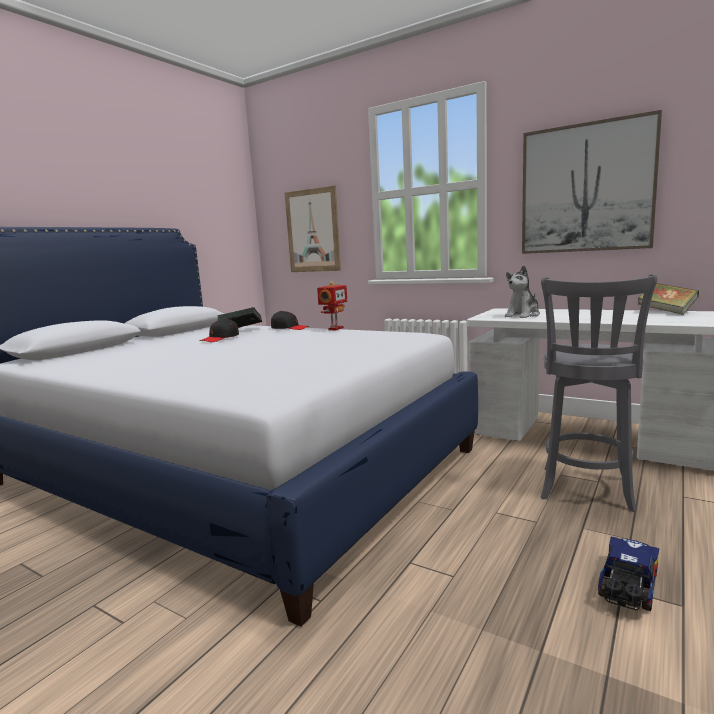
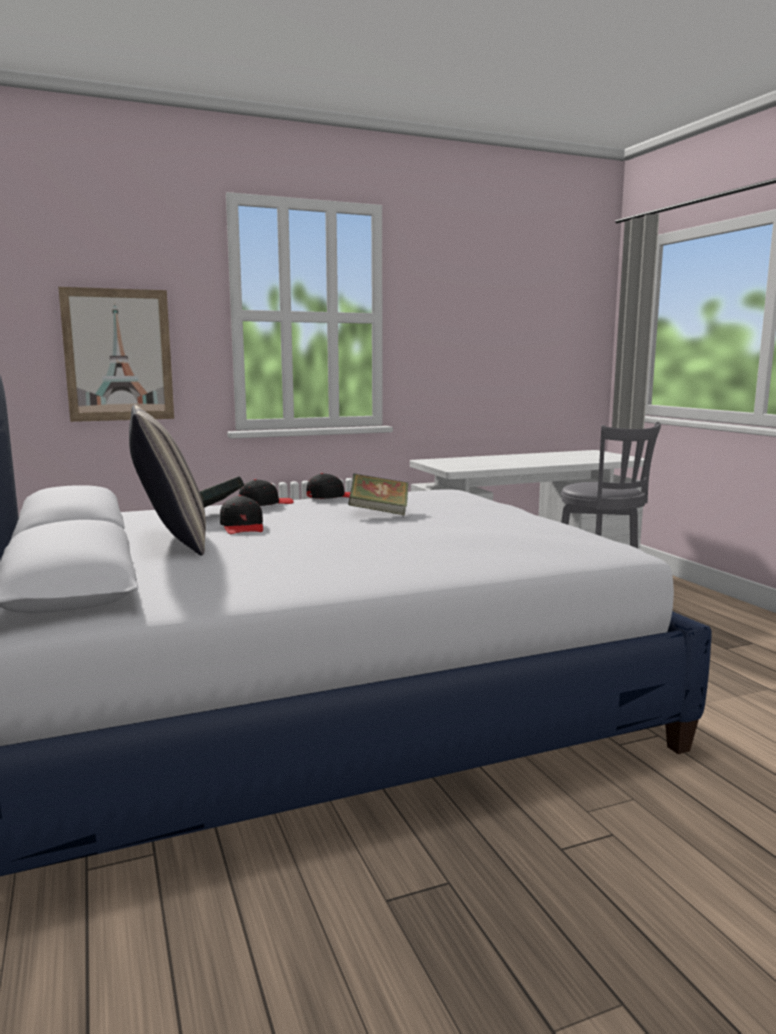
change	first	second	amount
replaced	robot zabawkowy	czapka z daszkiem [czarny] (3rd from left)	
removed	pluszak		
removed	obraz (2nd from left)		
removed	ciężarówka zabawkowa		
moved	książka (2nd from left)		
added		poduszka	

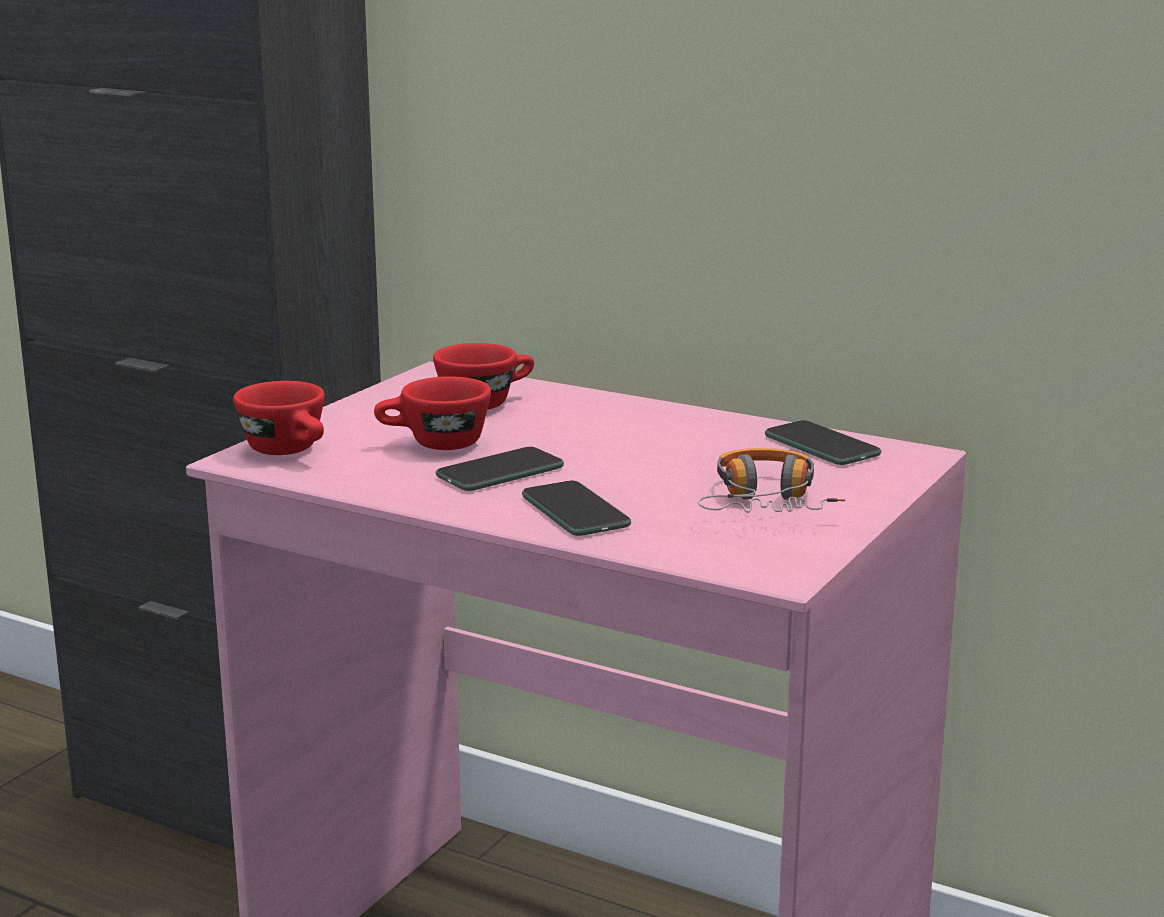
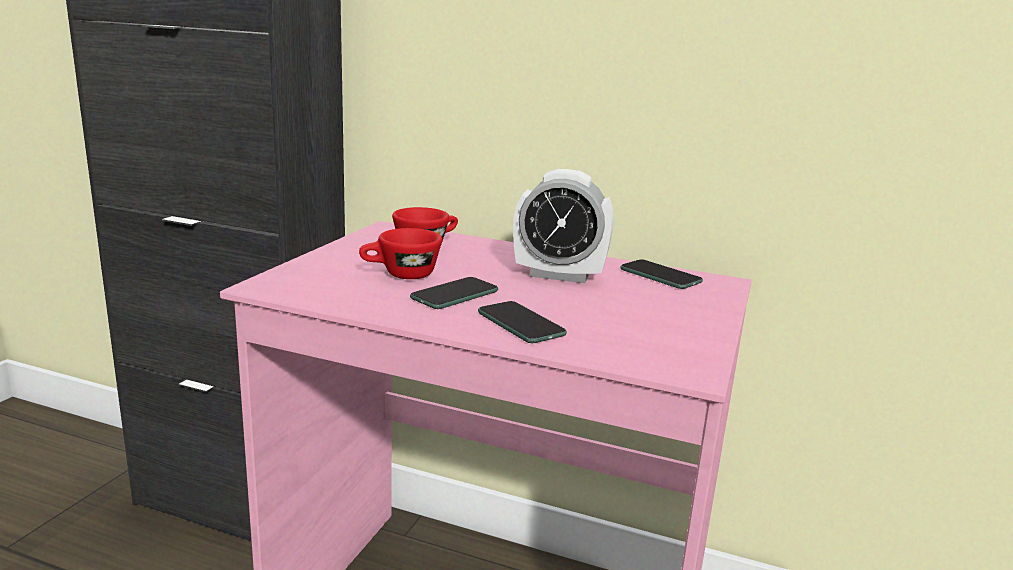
change	first	second	amount
removed	filiżanka [czerwony] (1st from left)		
removed	słuchawki		
added		budzik	

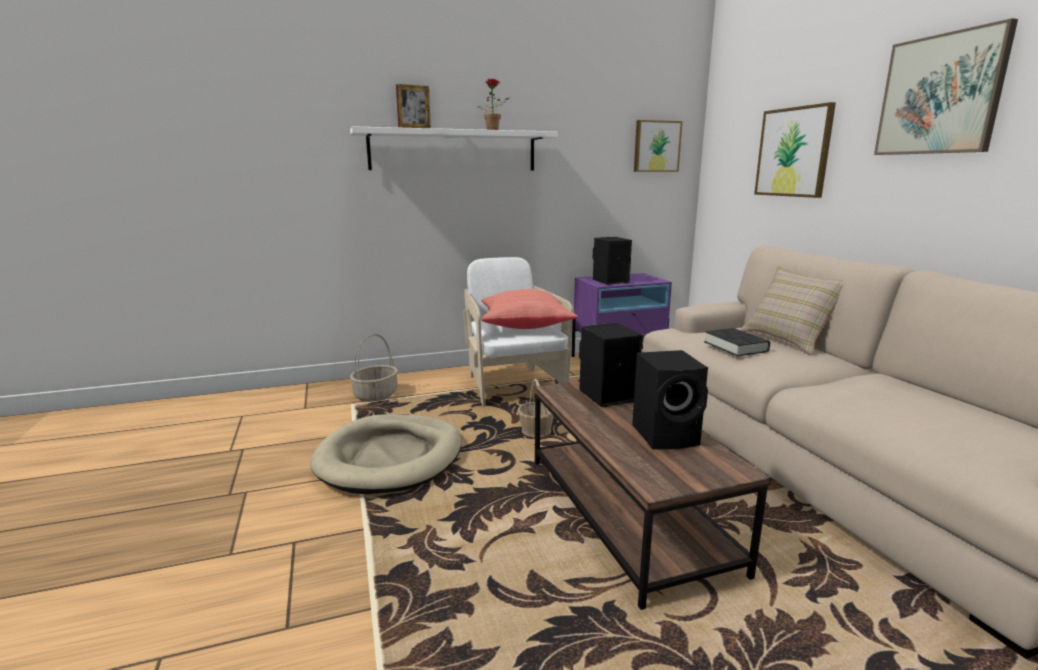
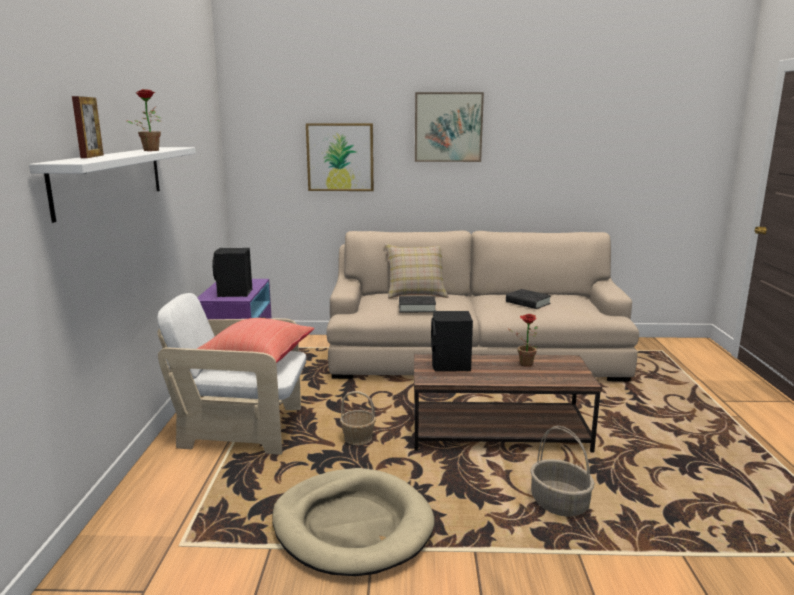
change	first	second	amount
moved	koszyk (1st from left in the first image)	koszyk (2nd from left)	
replaced	głośnik [czarny] (3rd from left)	roślina doniczkowa (2nd from left)	
removed	obraz (1st from left)		
added		książka [czarny] (2nd from left)	

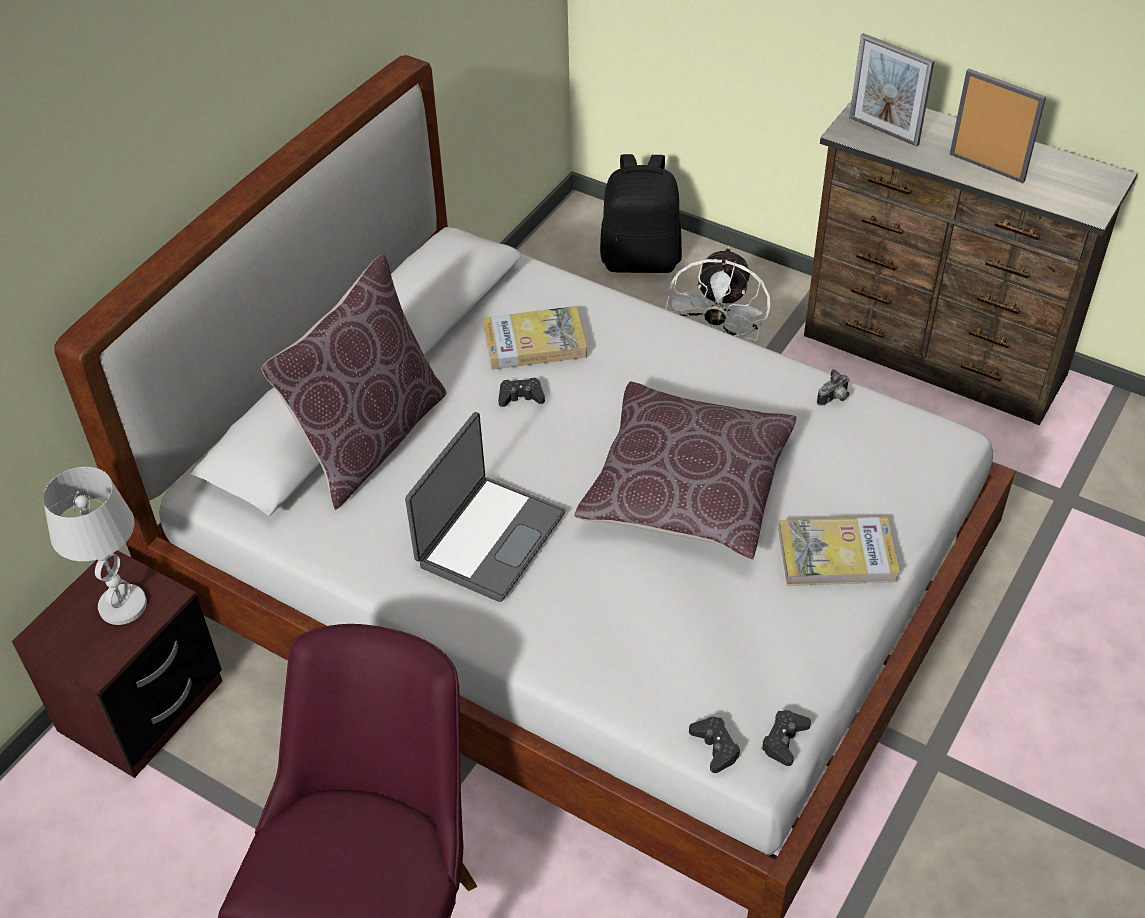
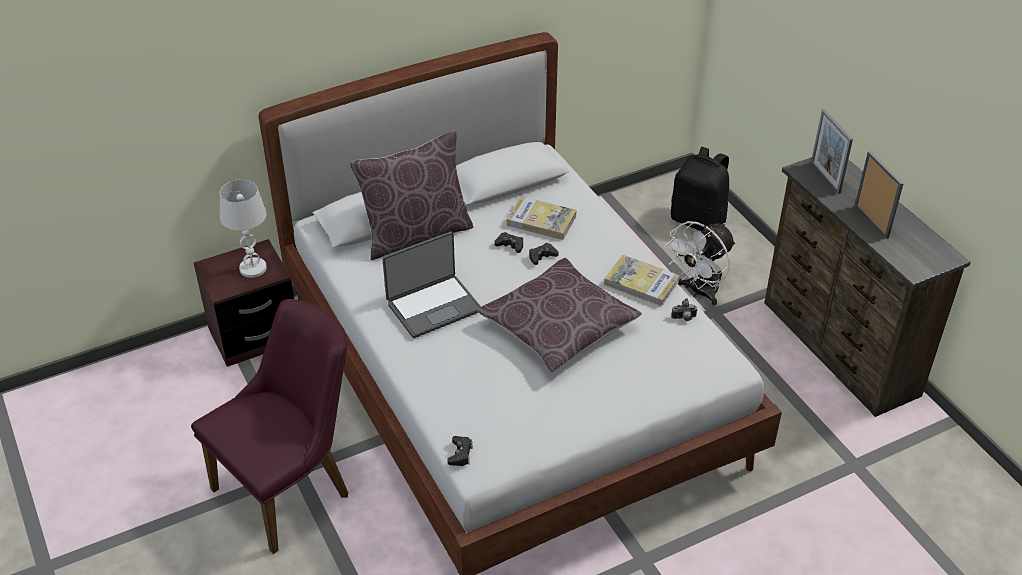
change	first	second	amount
moved	pad do gier [czarny] (3rd from left)		
moved	książka (2nd from left)		

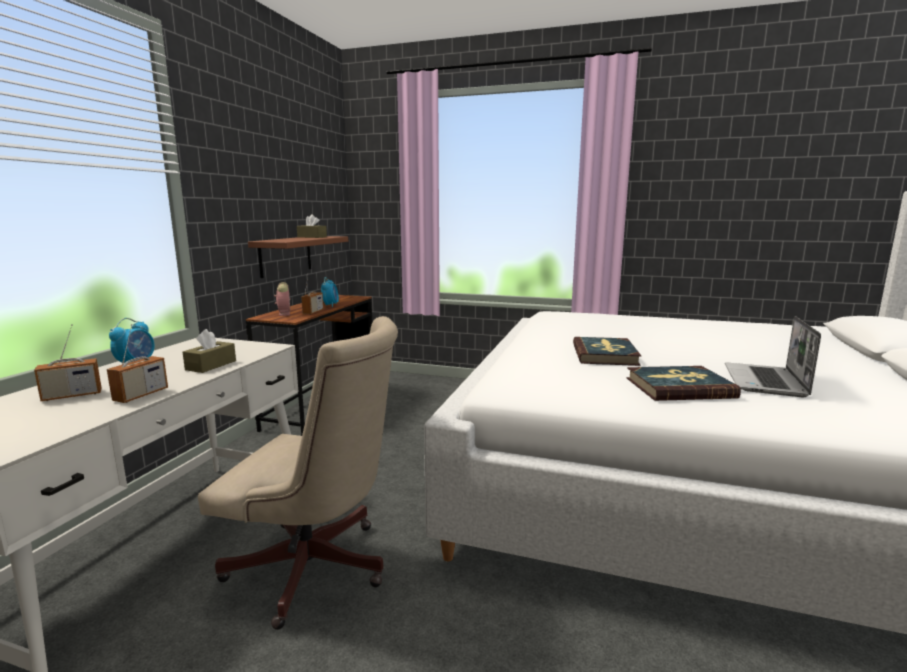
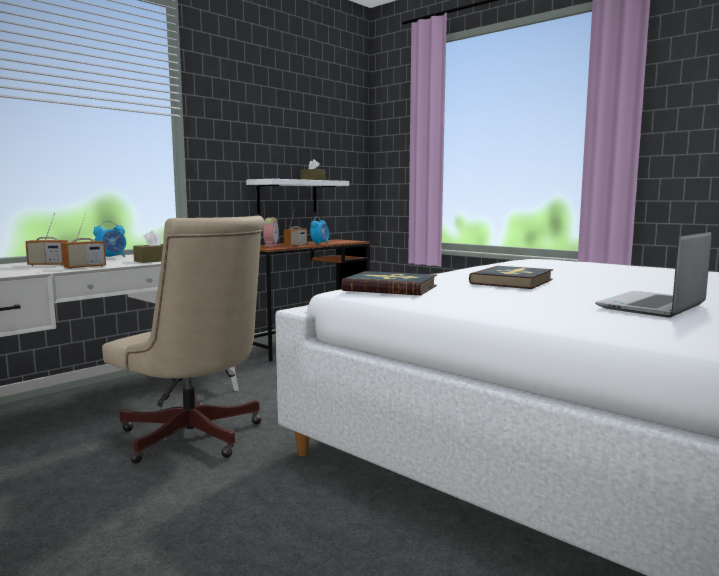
change	first	second	amount
recoloured	półka [brązowy]	półka [biały]	
moved	książka (2nd from left in the first image)	książka (1st from left)	

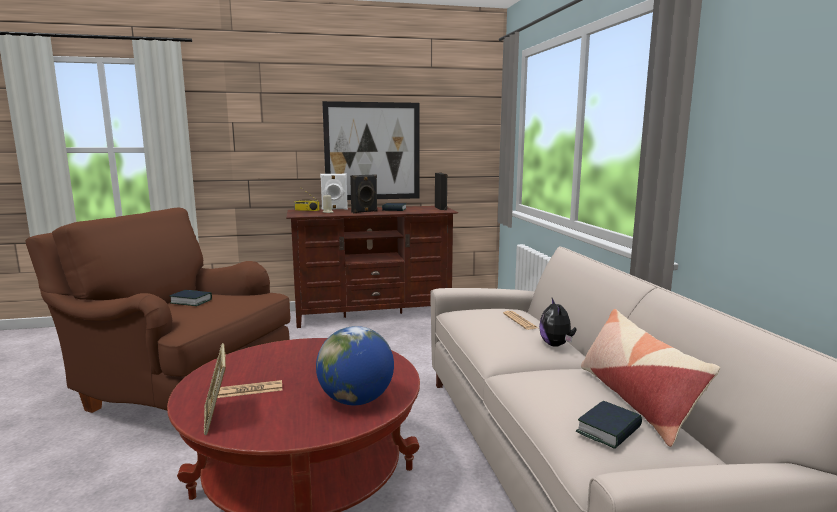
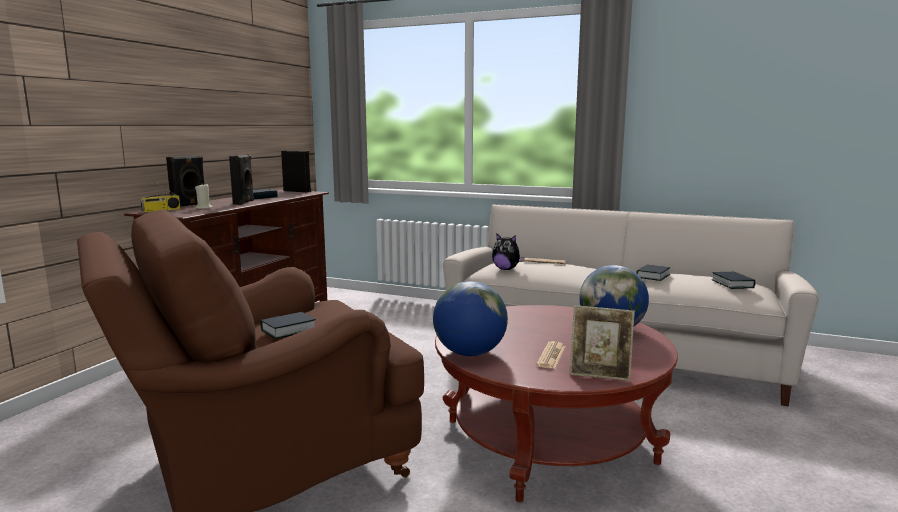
change	first	second	amount
recoloured	głośnik [biały]	głośnik [czarny] (1st from left)	
removed	obraz		
moved	pluszak		
removed	poduszka		
added		globus (1st from left)	
added		książka (3rd from left)	

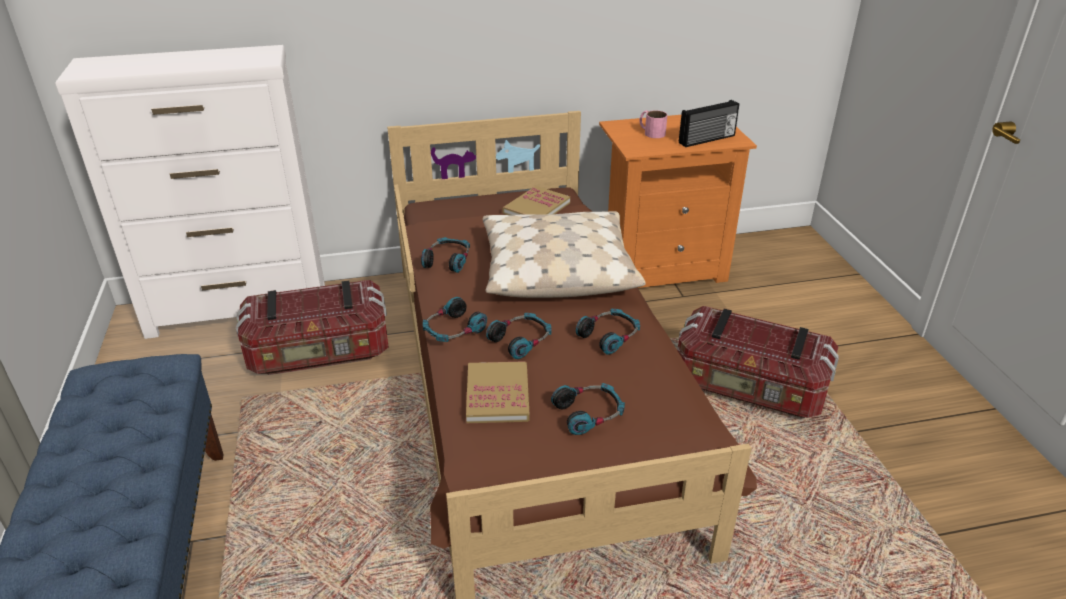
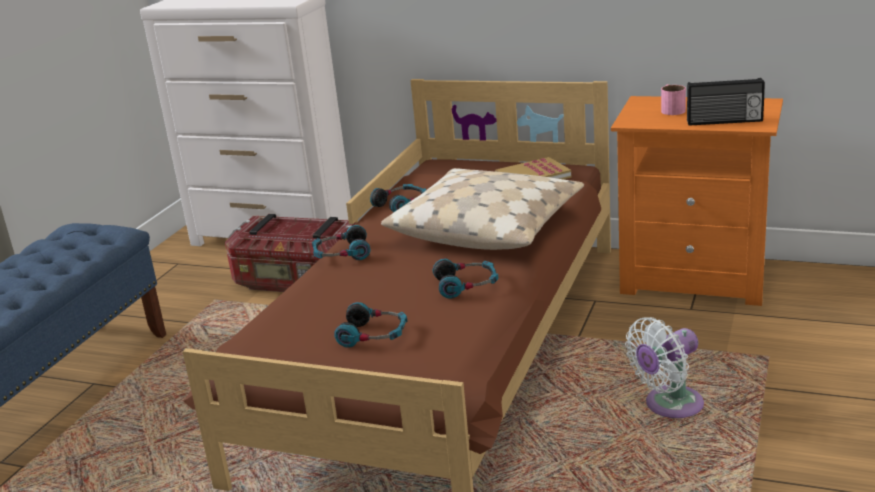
change	first	second	amount
removed	książka (1st from left)		
removed	słuchawki (3rd from left)		
replaced	pojemnik do przechowywania (2nd from left)	wentylator [biały]	

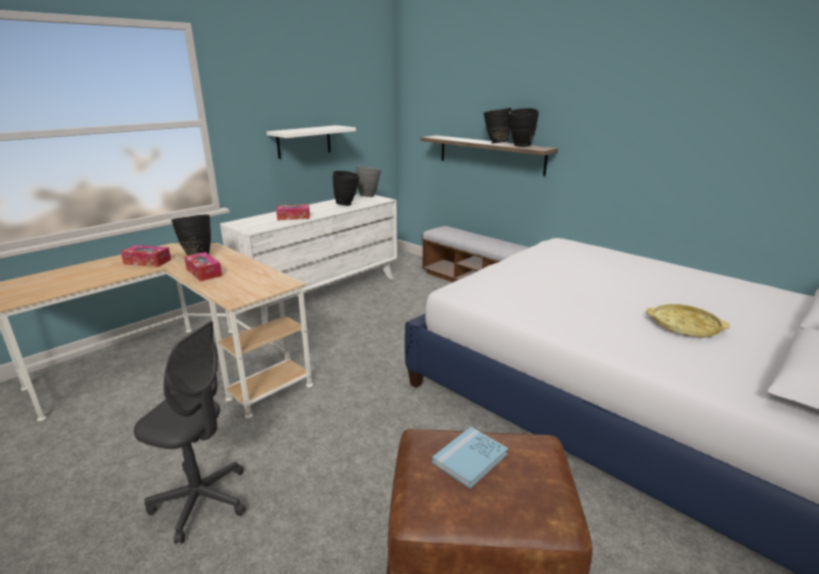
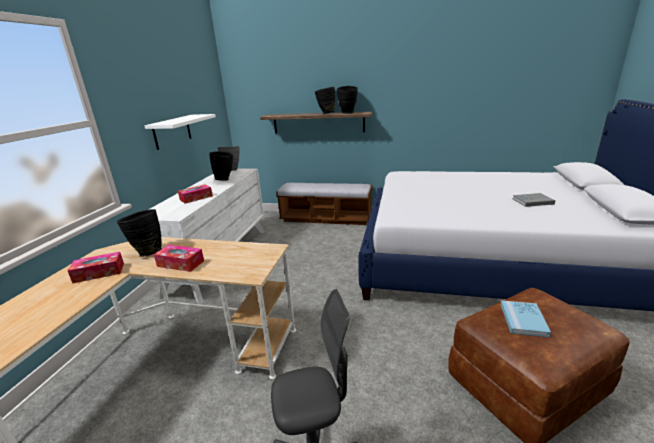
change	first	second	amount
replaced	taca [żółty]	książka [szary]	

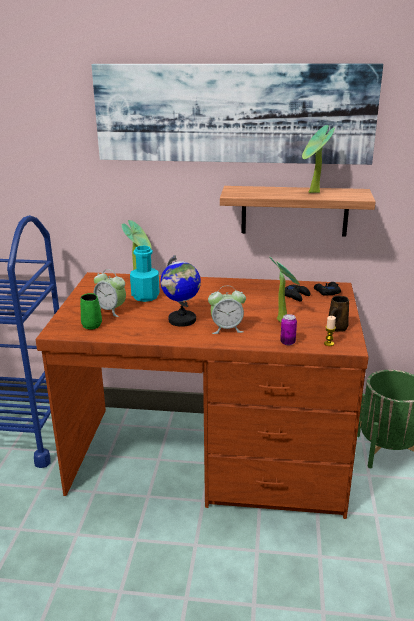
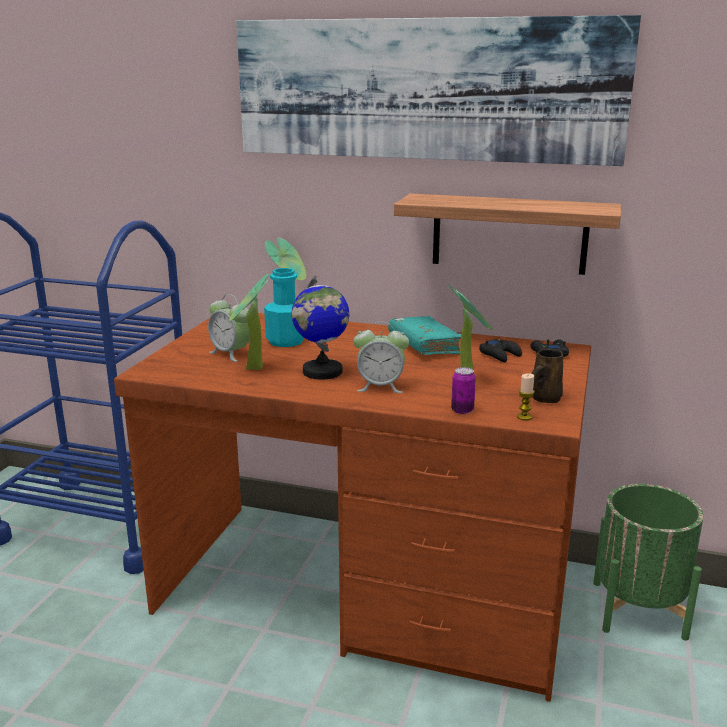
change	first	second	amount
removed	kubek [zielony]		
moved	roślina doniczkowa (3rd from left in the first image)	roślina doniczkowa (1st from left)	
added		książka [turkusowy]	

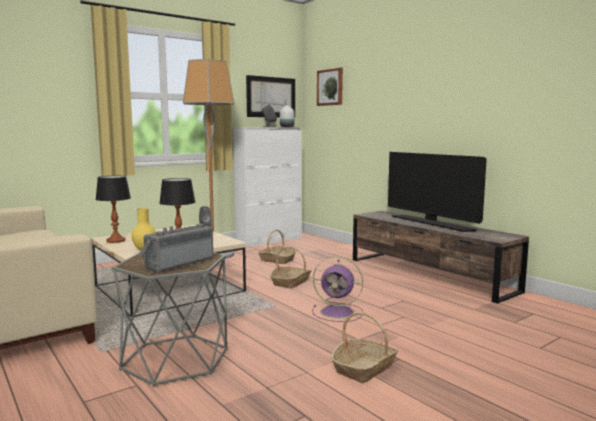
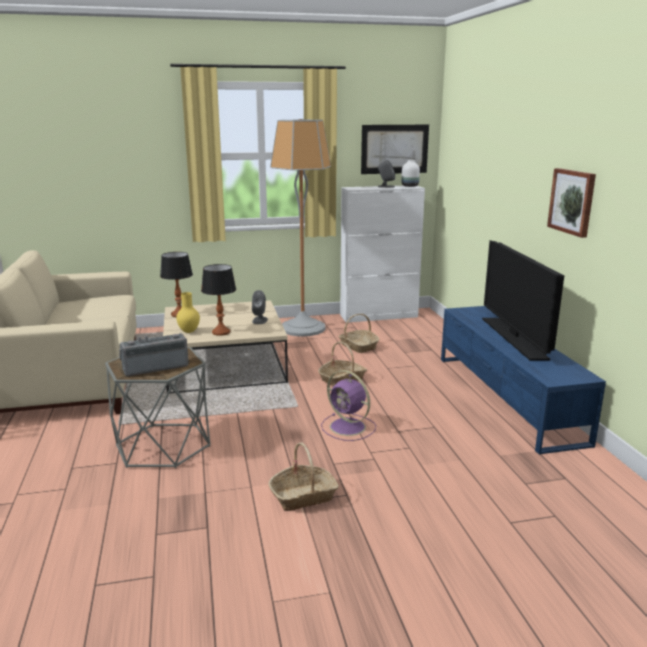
change	first	second	amount
moved	obraz (2nd from left)		
recoloured	szafka pod telewizor [brązowy]	szafka pod telewizor [niebieski]	

